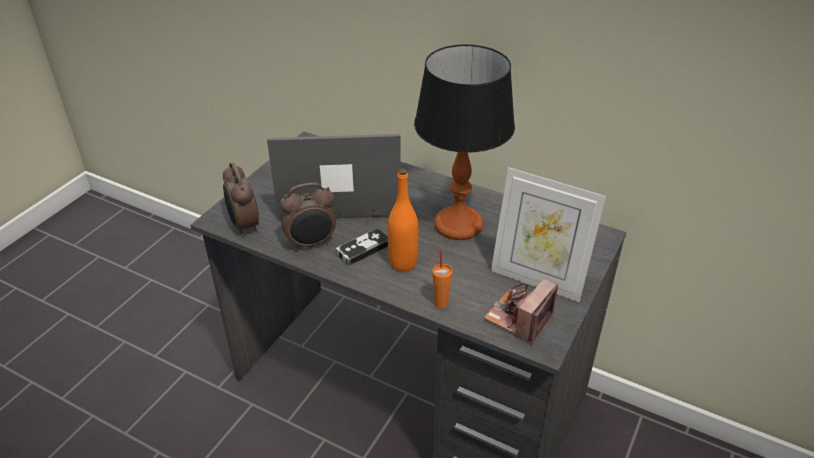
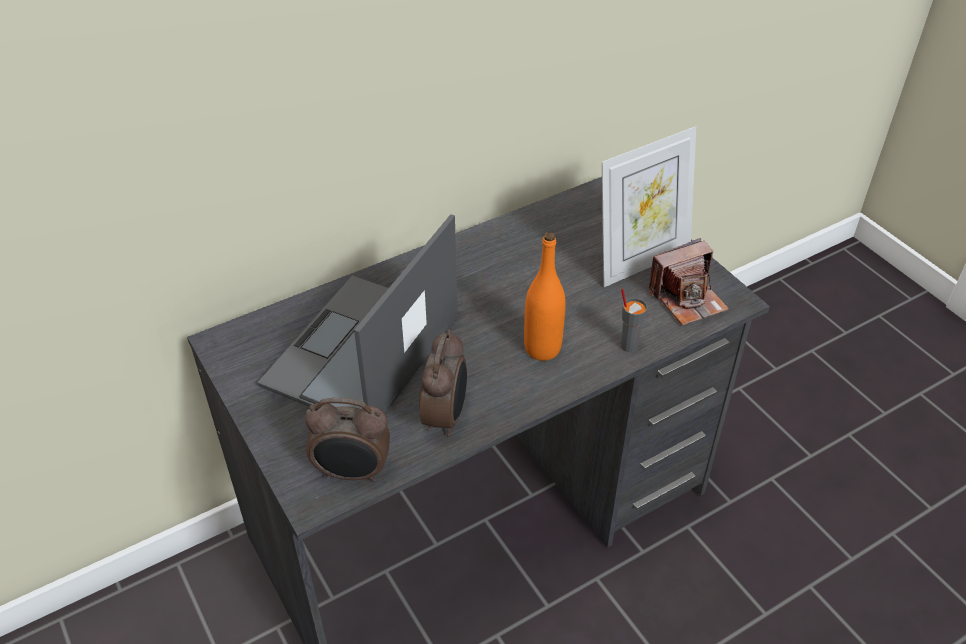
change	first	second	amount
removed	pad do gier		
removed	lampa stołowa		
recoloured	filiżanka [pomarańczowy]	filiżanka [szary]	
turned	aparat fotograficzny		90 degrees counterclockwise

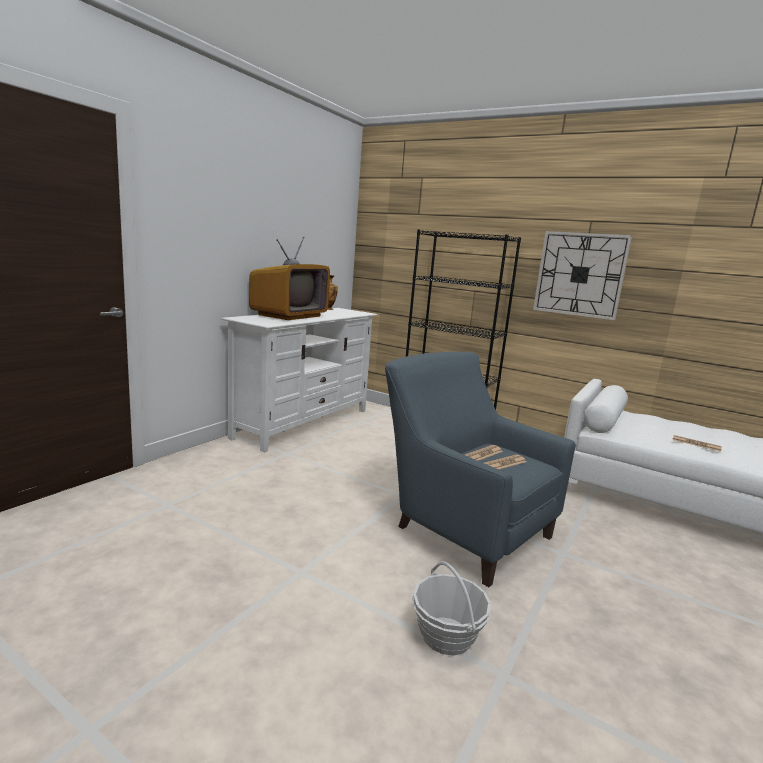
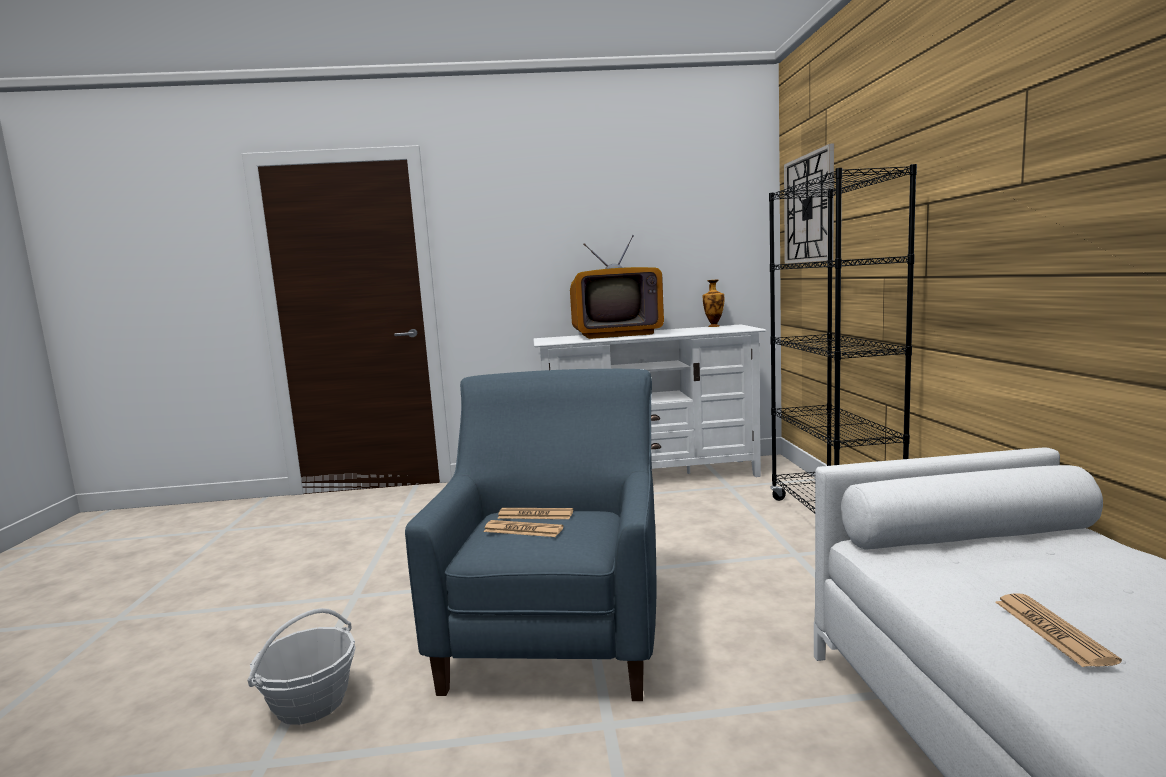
change	first	second	amount
moved	zegar ścienny		

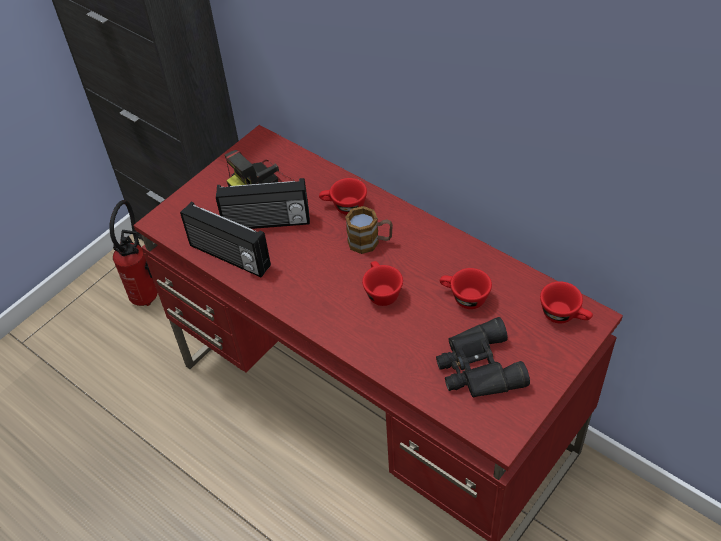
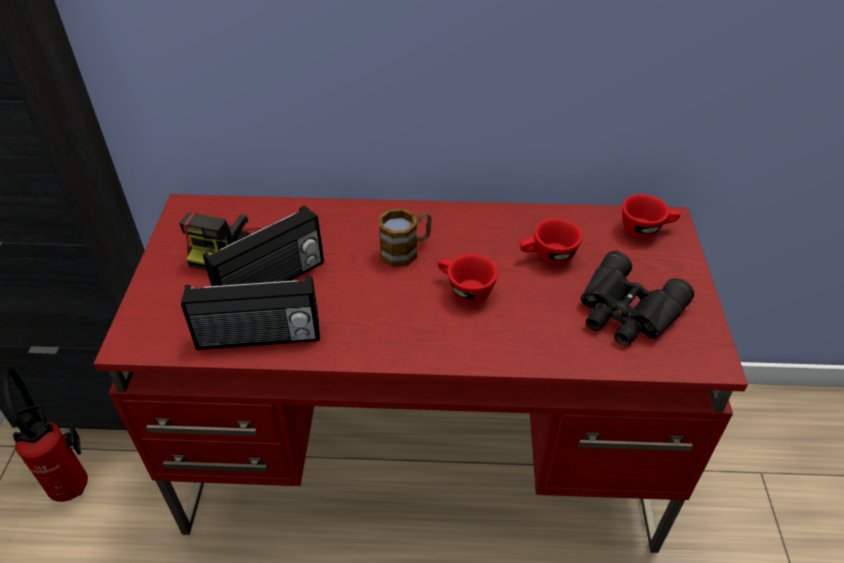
change	first	second	amount
removed	filiżanka [czerwony] (1st from left)		

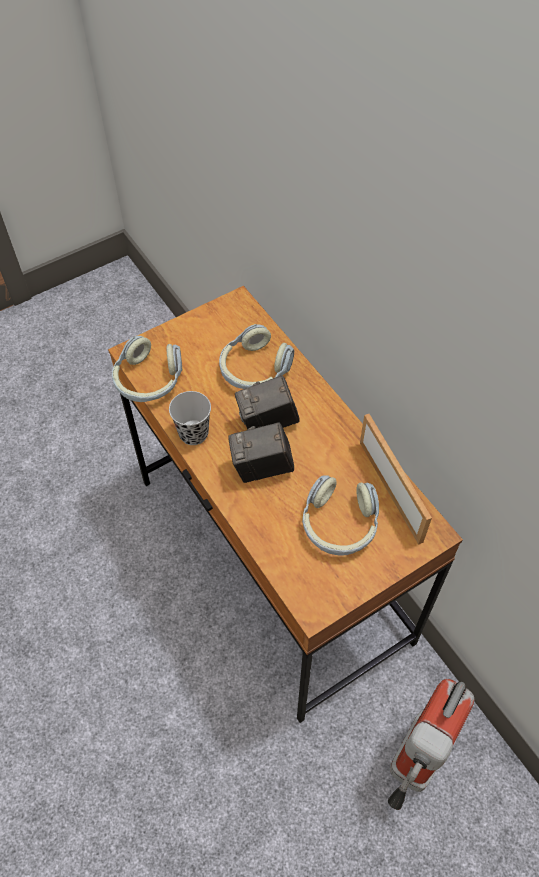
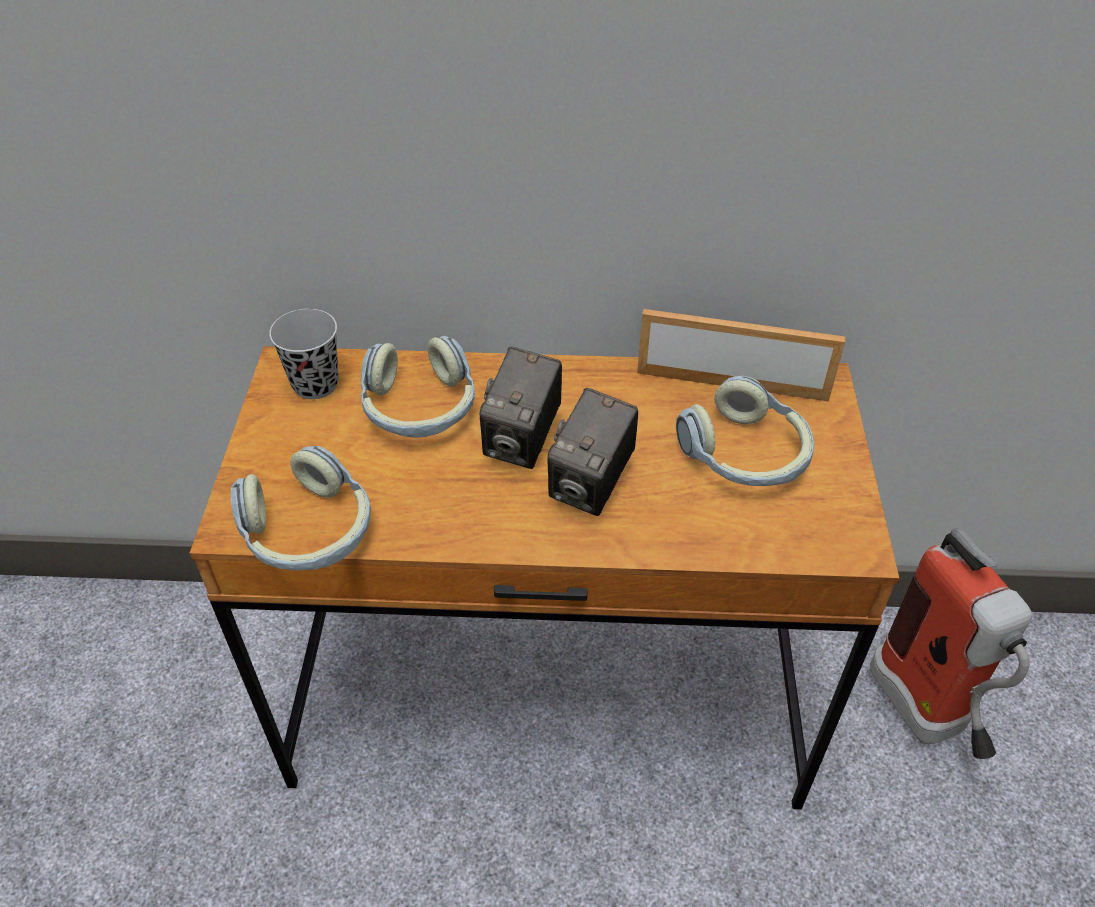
change	first	second	amount
moved	filiżanka [czarny]		

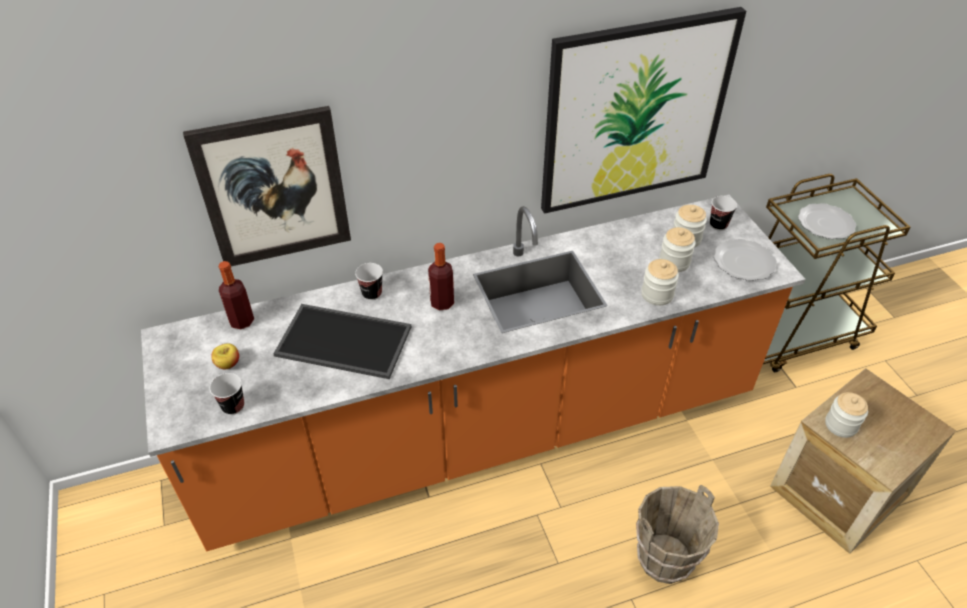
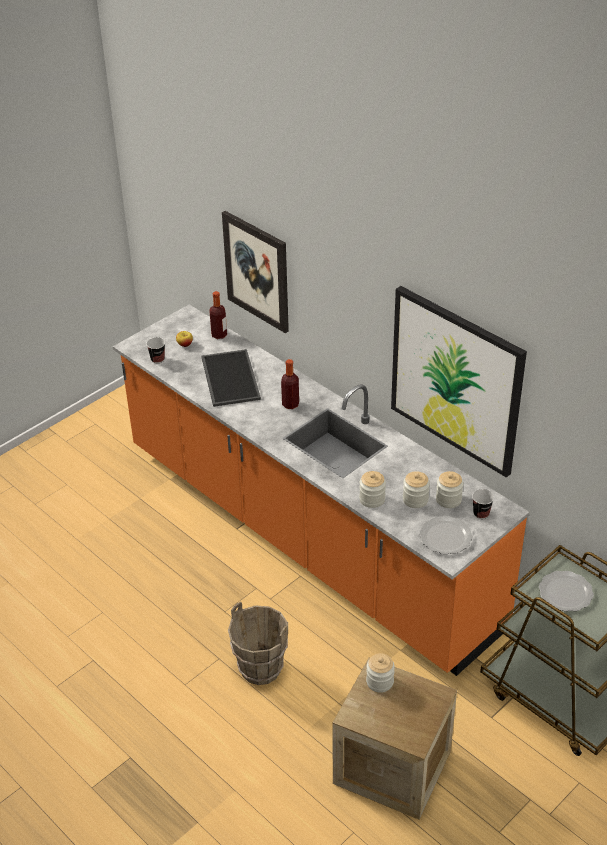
change	first	second	amount
removed	filiżanka (2nd from left)		

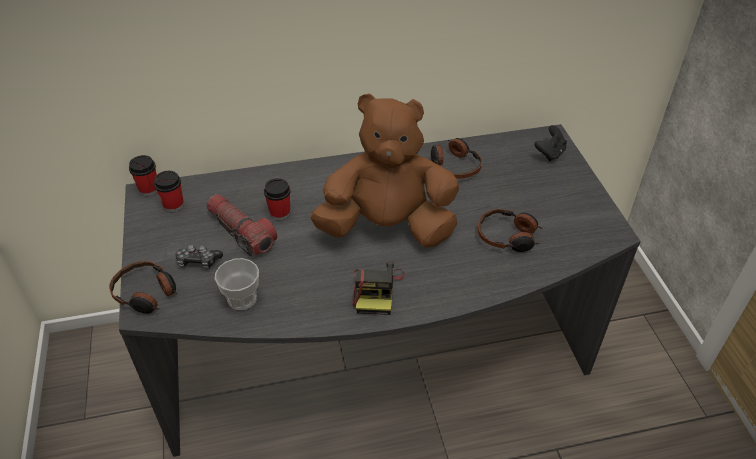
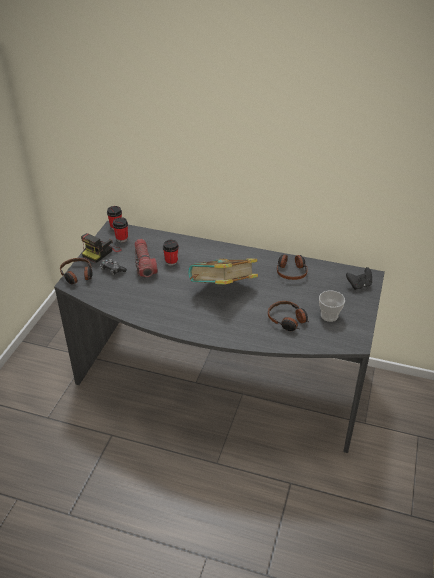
change	first	second	amount
moved	filiżanka (3rd from left in the first image)	filiżanka (4th from left)	
replaced	pluszak [brązowy]	książka	
moved	aparat fotograficzny		

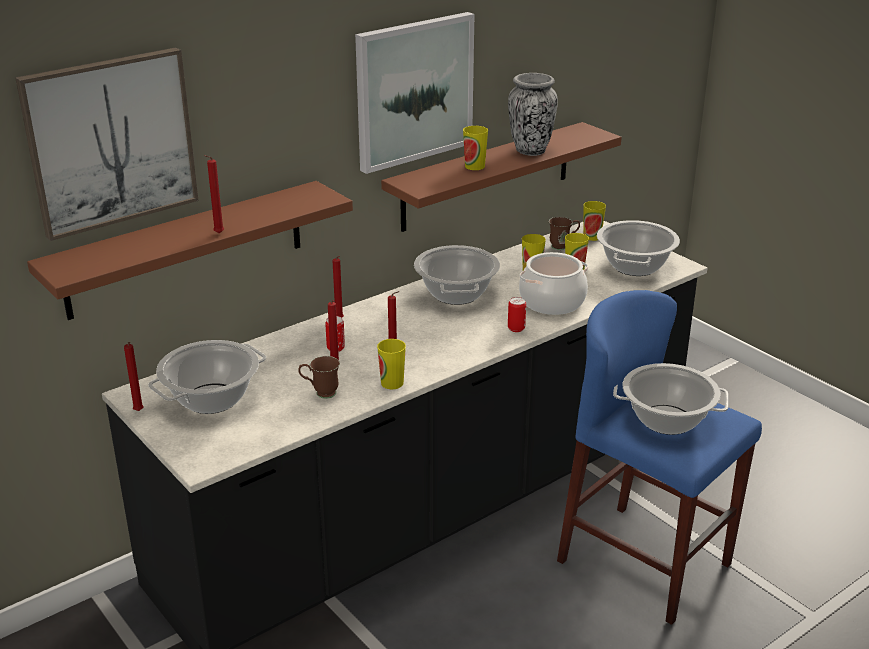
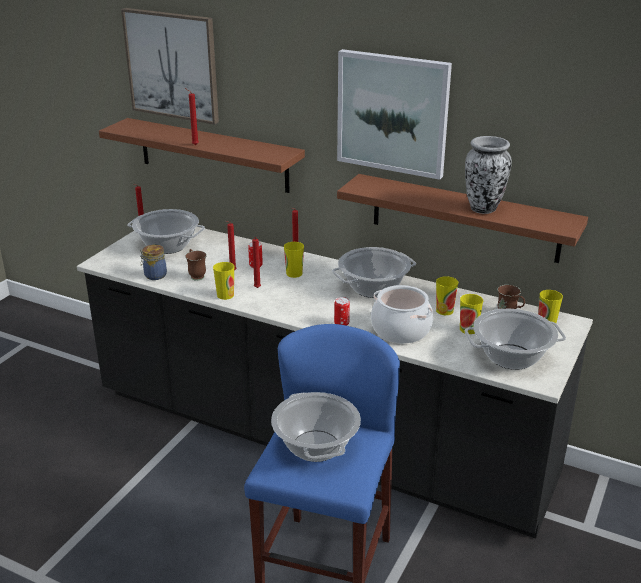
change	first	second	amount
moved	filiżanka (2nd from left)		
added		słoik	

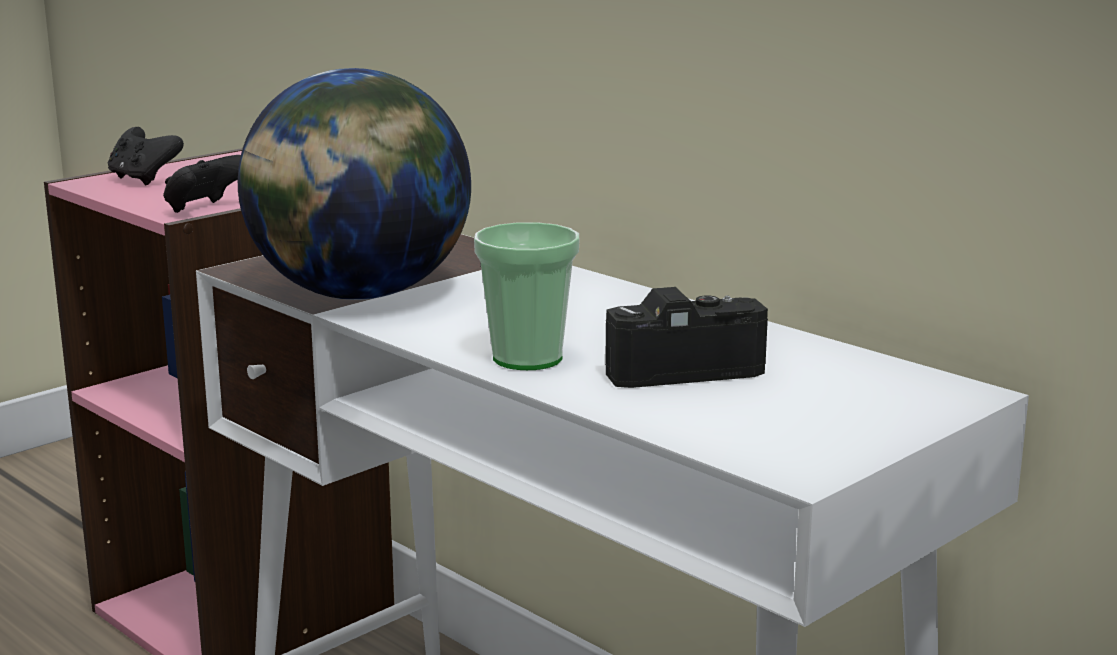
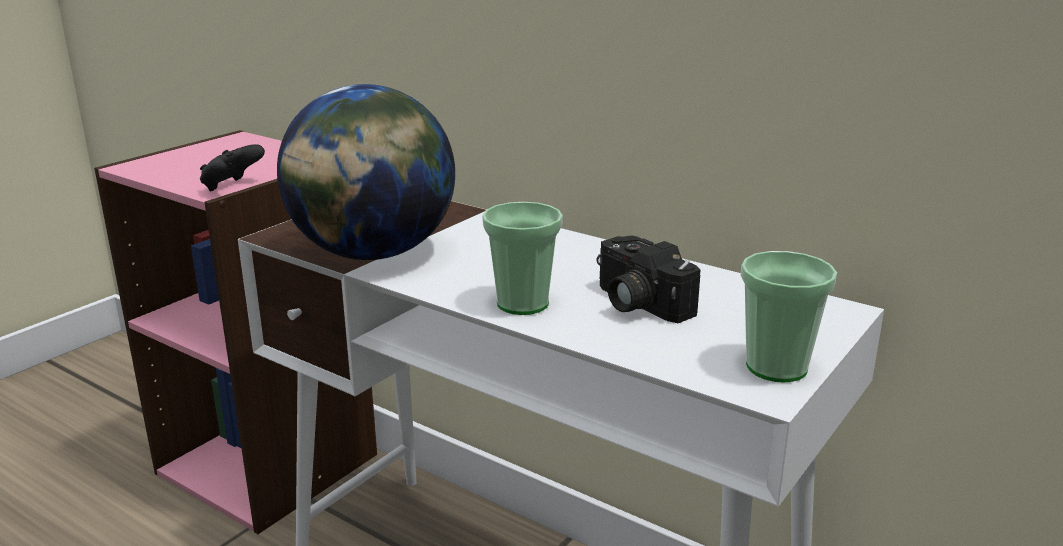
change	first	second	amount
removed	pad do gier [czarny] (1st from left)		
turned	aparat fotograficzny		105 degrees counterclockwise
added		filiżanka (2nd from left)	

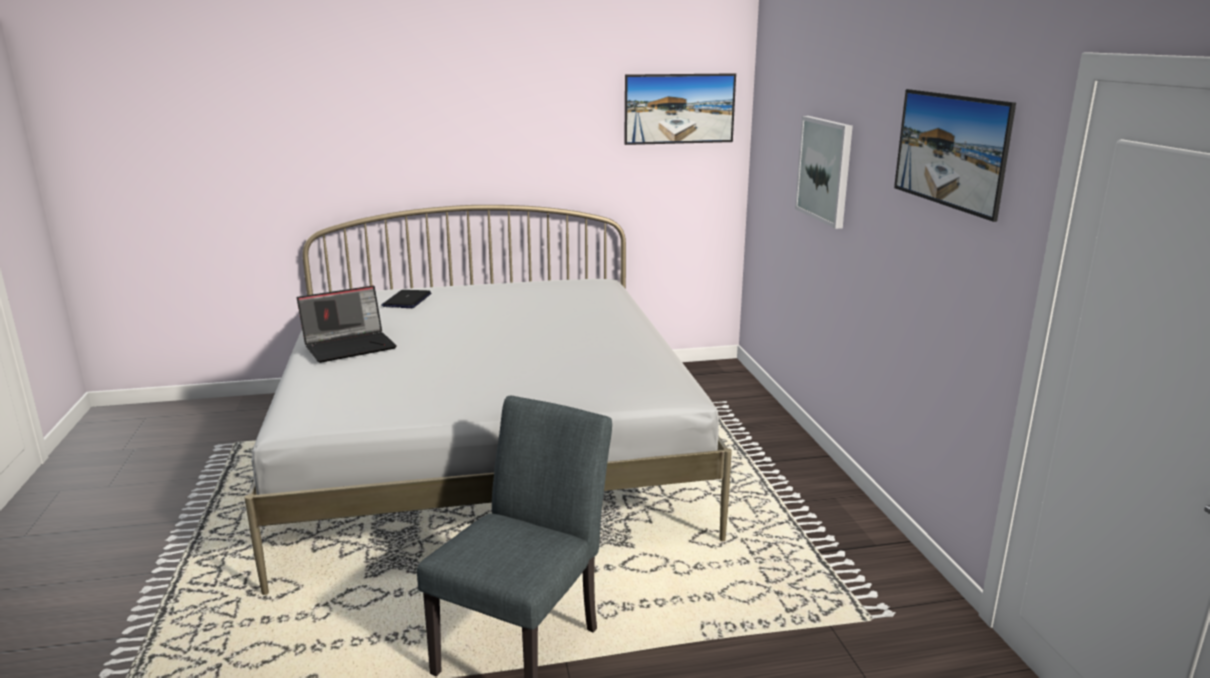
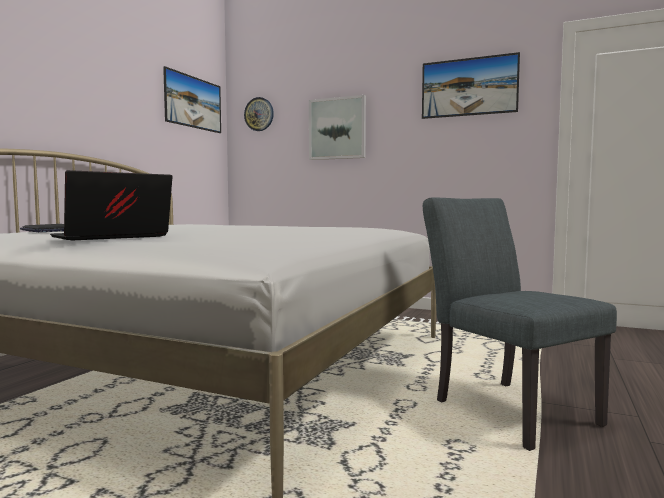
change	first	second	amount
turned	laptop (1st from left in the first image)	laptop (2nd from left)	135 degrees counterclockwise
added		zegar ścienny	

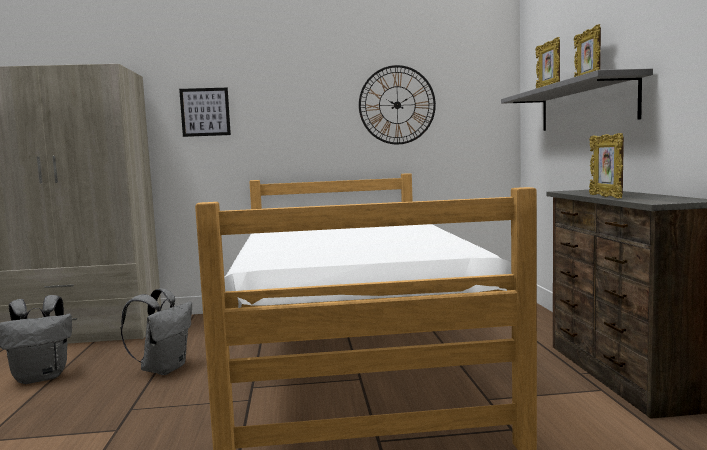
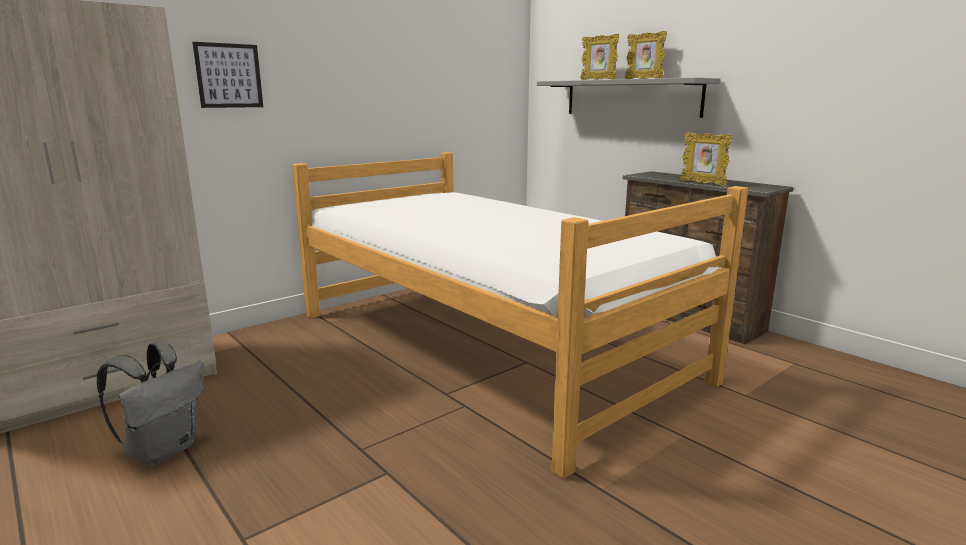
change	first	second	amount
removed	plecak [szary] (2nd from left)		
removed	zegar ścienny		

